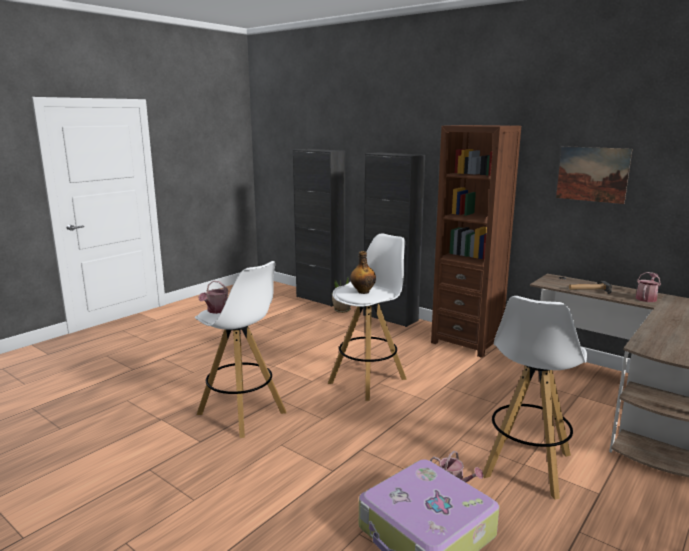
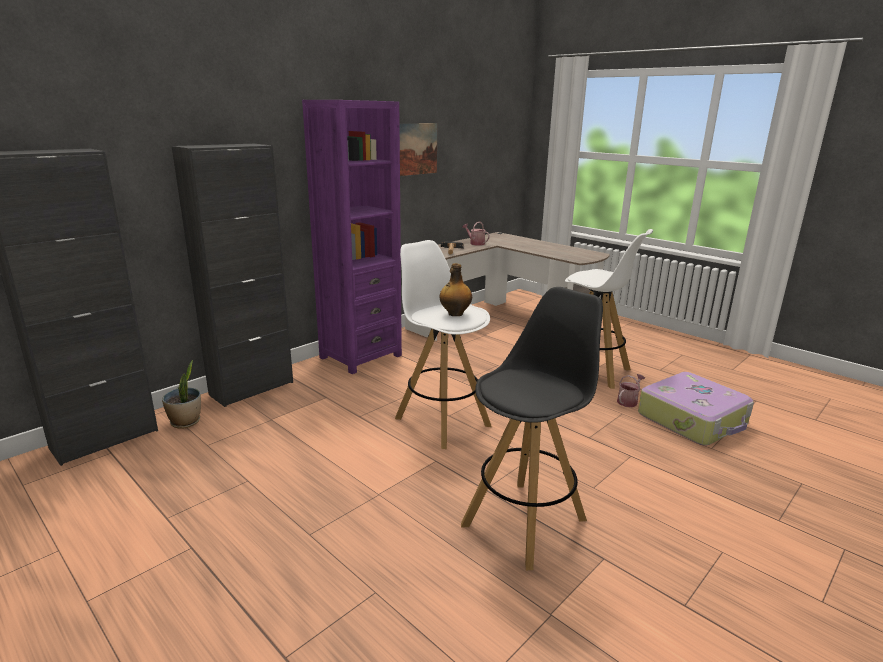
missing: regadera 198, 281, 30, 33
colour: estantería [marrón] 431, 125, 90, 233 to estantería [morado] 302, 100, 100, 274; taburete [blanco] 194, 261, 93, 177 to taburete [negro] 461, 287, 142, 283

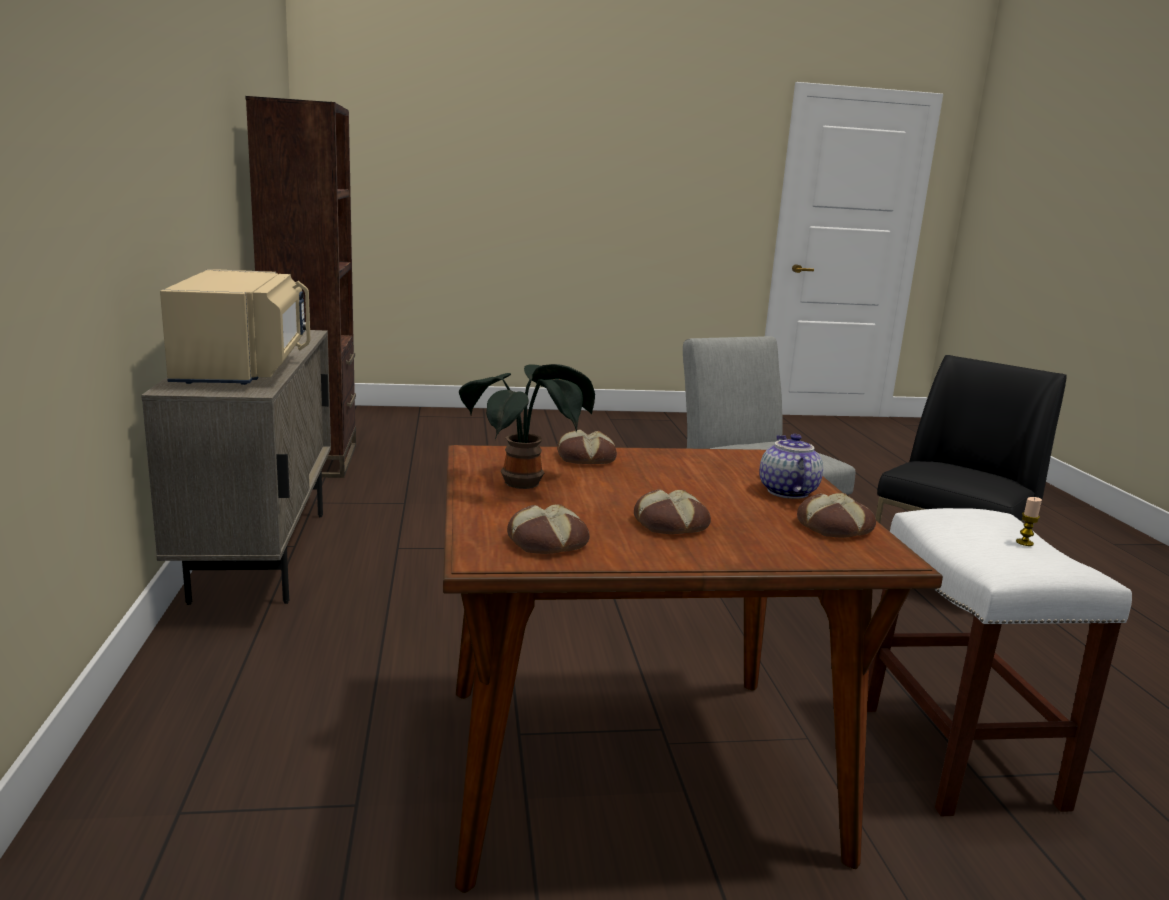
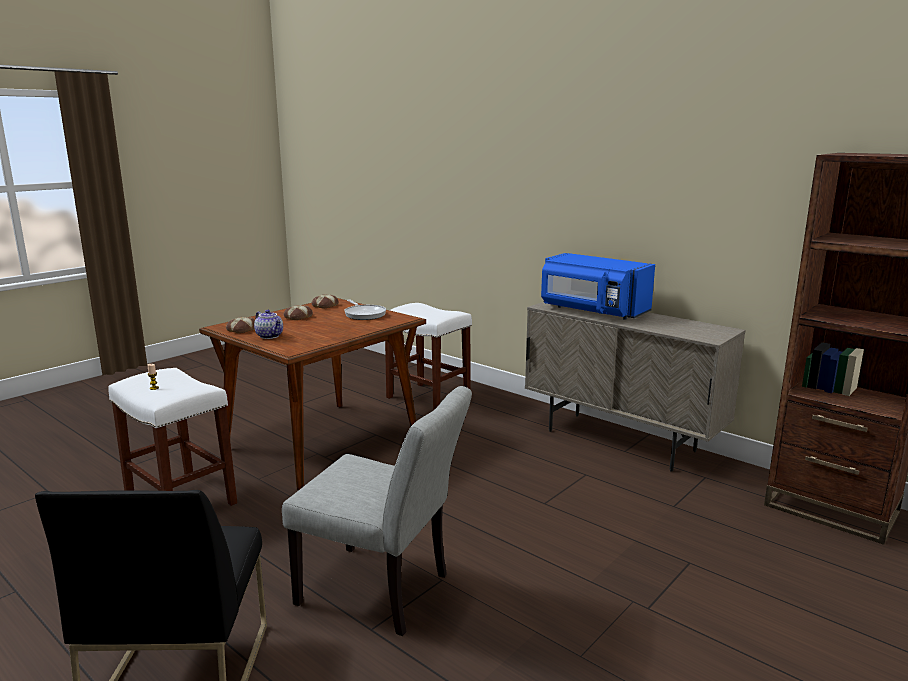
missing: pan 557, 430, 60, 34
appeared: taburete [blanco] 385, 303, 87, 107
exchanged: planta en maceta 459, 364, 136, 125 to sartén 344, 299, 42, 21
colour: microondas [beis] 160, 269, 151, 116 to microondas [azul] 541, 253, 114, 67

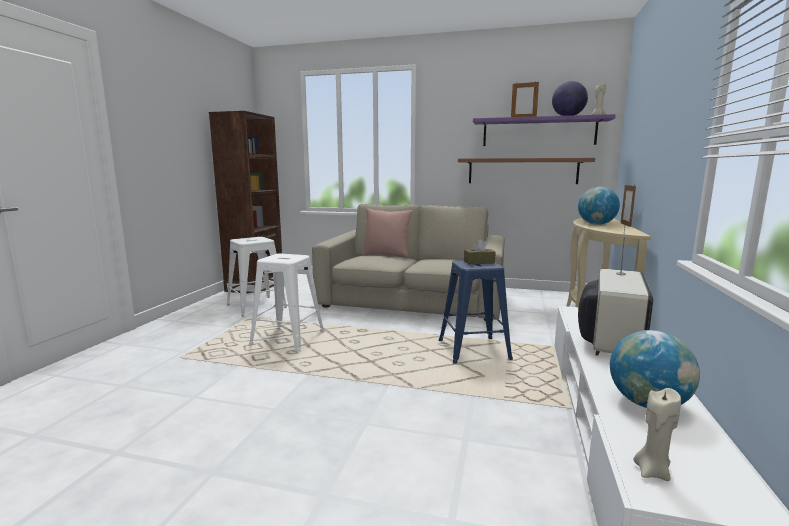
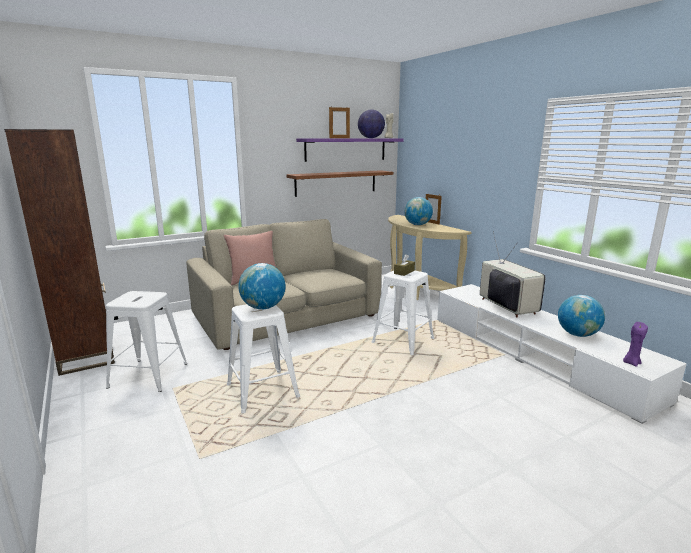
appeared: globo terráqueo 238, 263, 48, 46
colour: taburete [azul] 439, 260, 74, 104 to taburete [blanco] 372, 271, 62, 84; vela [beis] 633, 388, 48, 93 to vela [morado] 623, 322, 25, 45

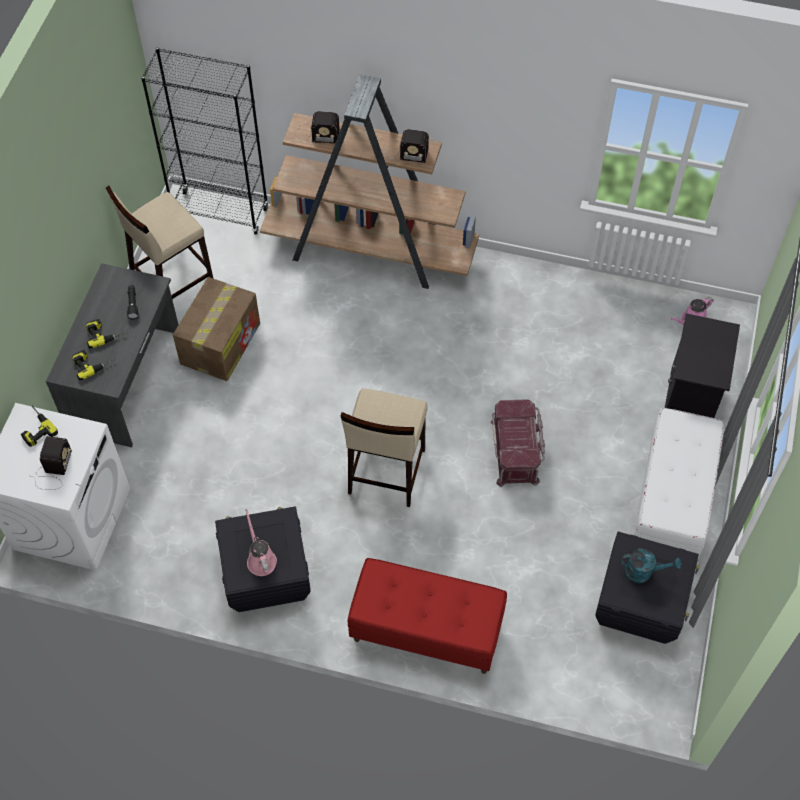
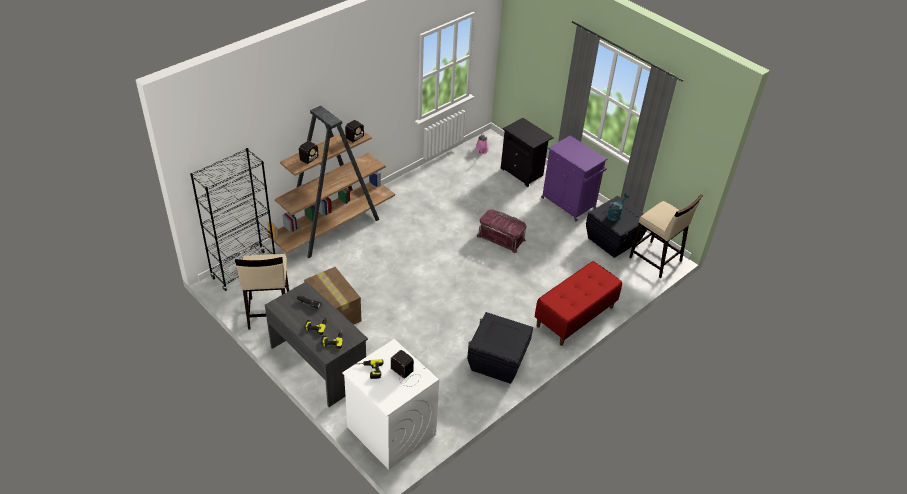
missing: regadera [rosa] 245, 509, 32, 67
relocated: taburete [beis] 341, 388, 87, 119 to 629, 194, 74, 84
exchanged: banco [blanco] 634, 408, 90, 150 to armario [morado] 541, 136, 66, 85

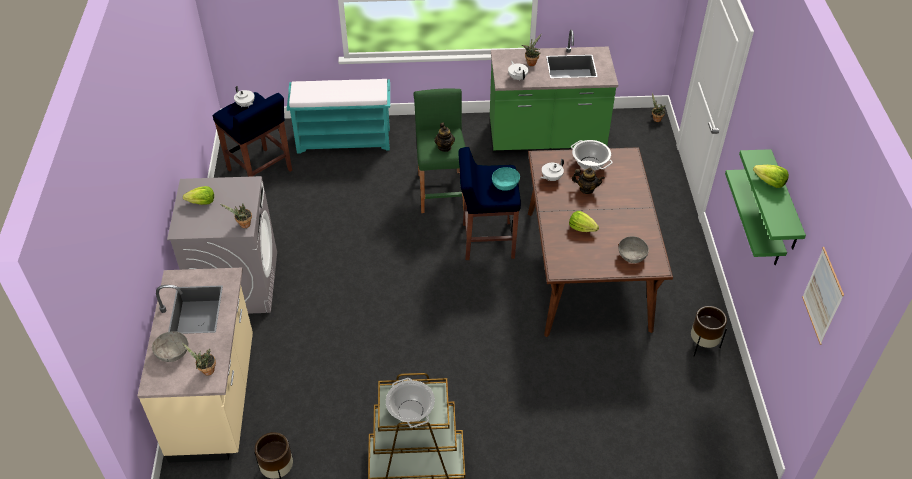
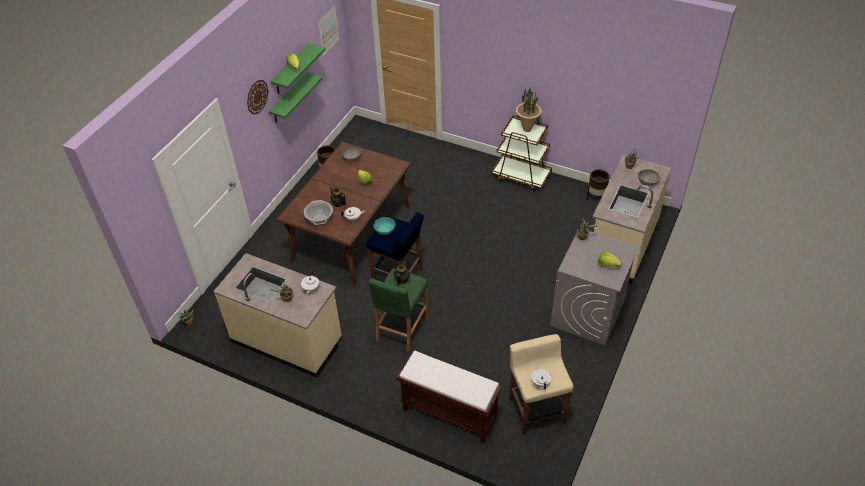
appeared: reloj de pared 247, 80, 21, 34
exchanged: olla 386, 378, 49, 50 to planta en maceta 516, 88, 26, 44
colour: mueble bajo de cocina [verde] 490, 29, 128, 124 to mueble bajo de cocina [beis] 213, 253, 129, 125; banco [turquesa] 287, 79, 103, 75 to banco [marrón] 396, 351, 106, 92; taburete [azul] 213, 92, 79, 85 to taburete [beis] 509, 334, 64, 100

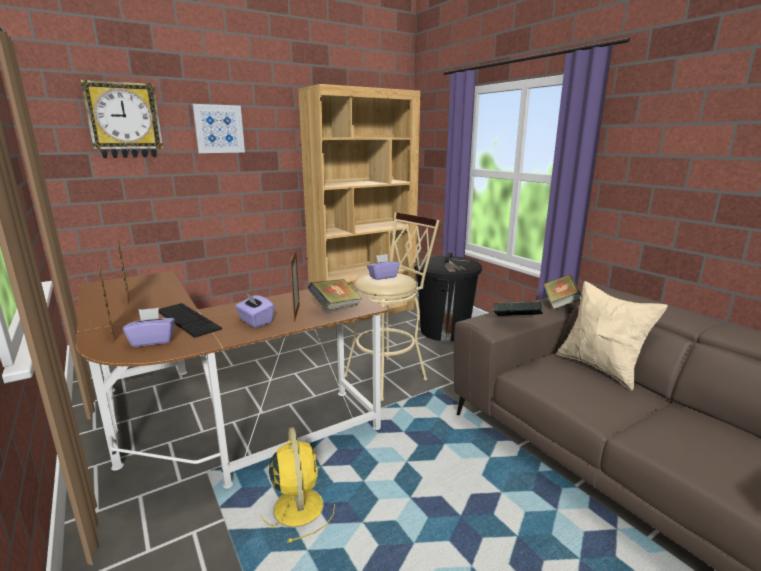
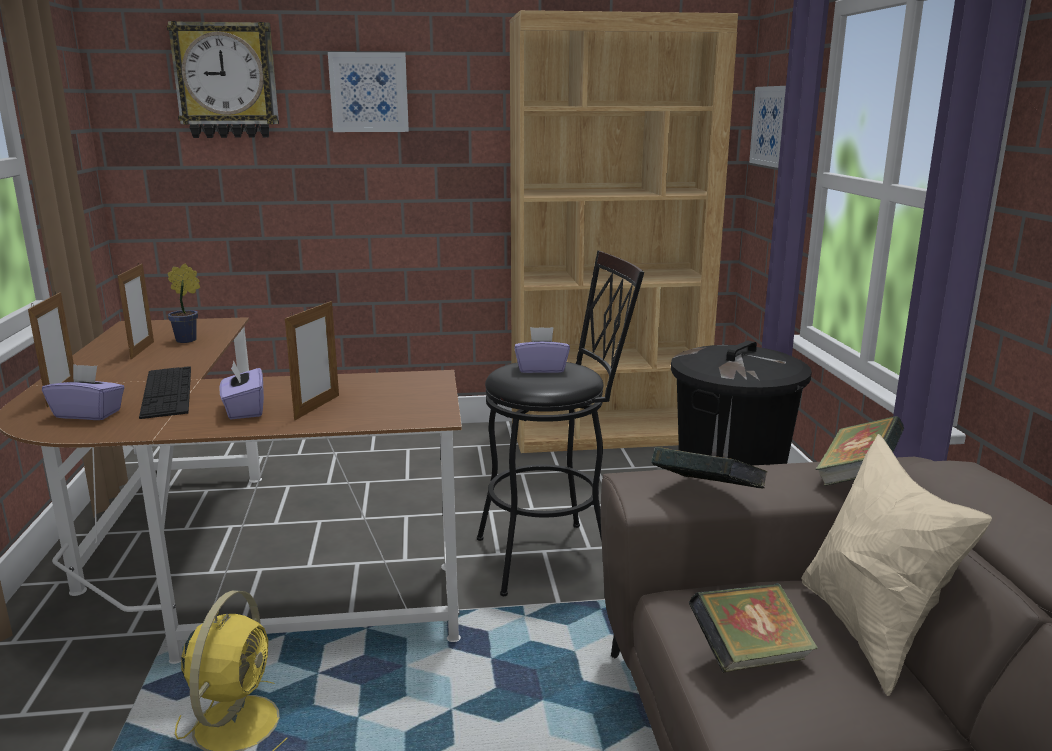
appeared: planta en maceta 167, 264, 33, 79; cuadro 749, 86, 37, 82
relocated: libro 308, 279, 54, 31 to 689, 583, 129, 89
colour: taburete [beis] 345, 212, 95, 189 to taburete [negro] 477, 251, 167, 345

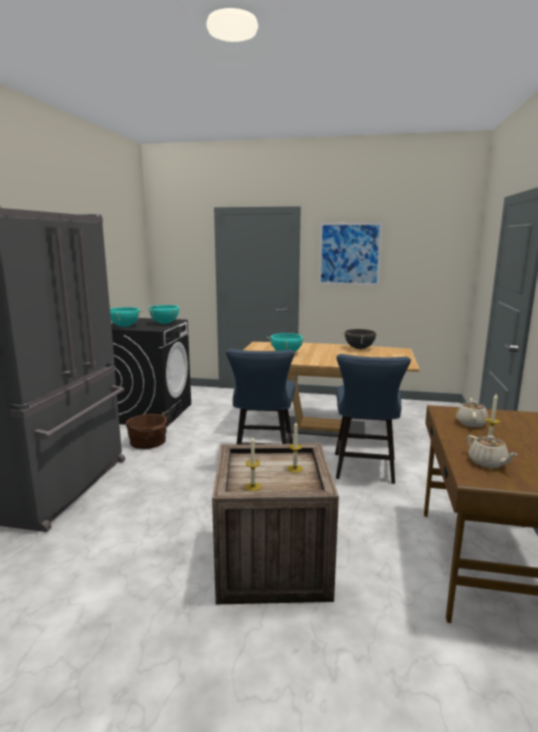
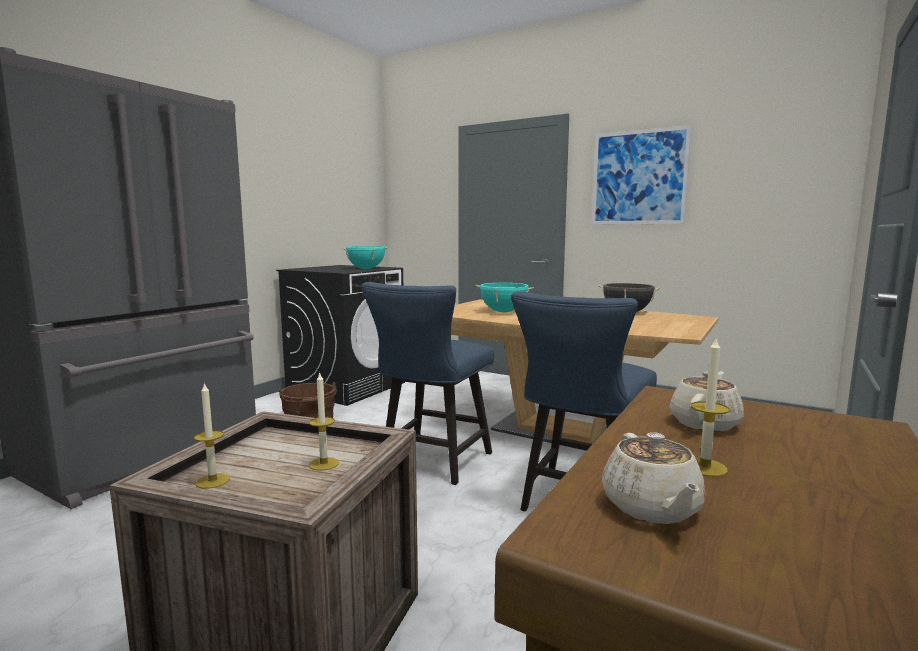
missing: olla [turquesa] 110, 307, 33, 20

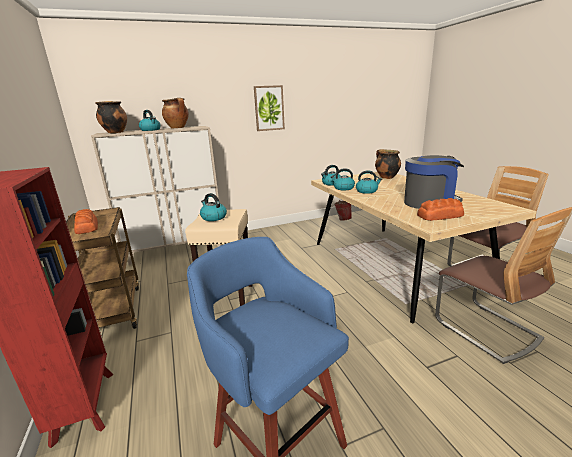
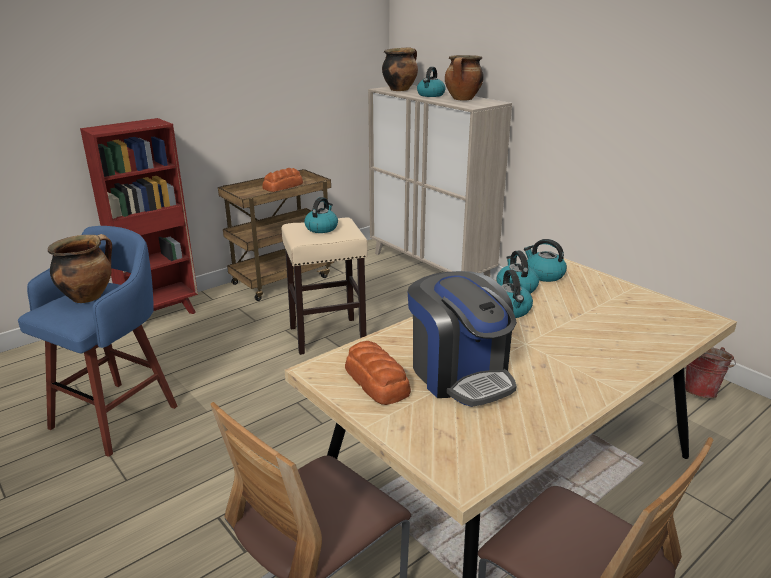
missing: cuadro 254, 85, 31, 46
relocated: olla 375, 149, 26, 30 to 48, 234, 64, 69

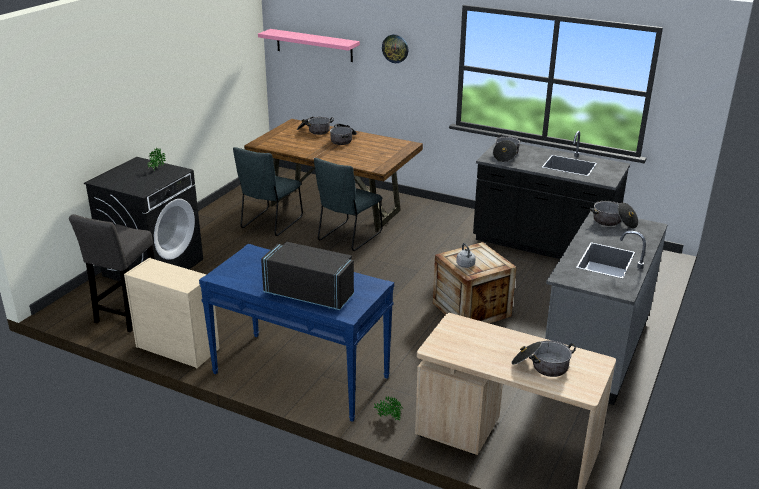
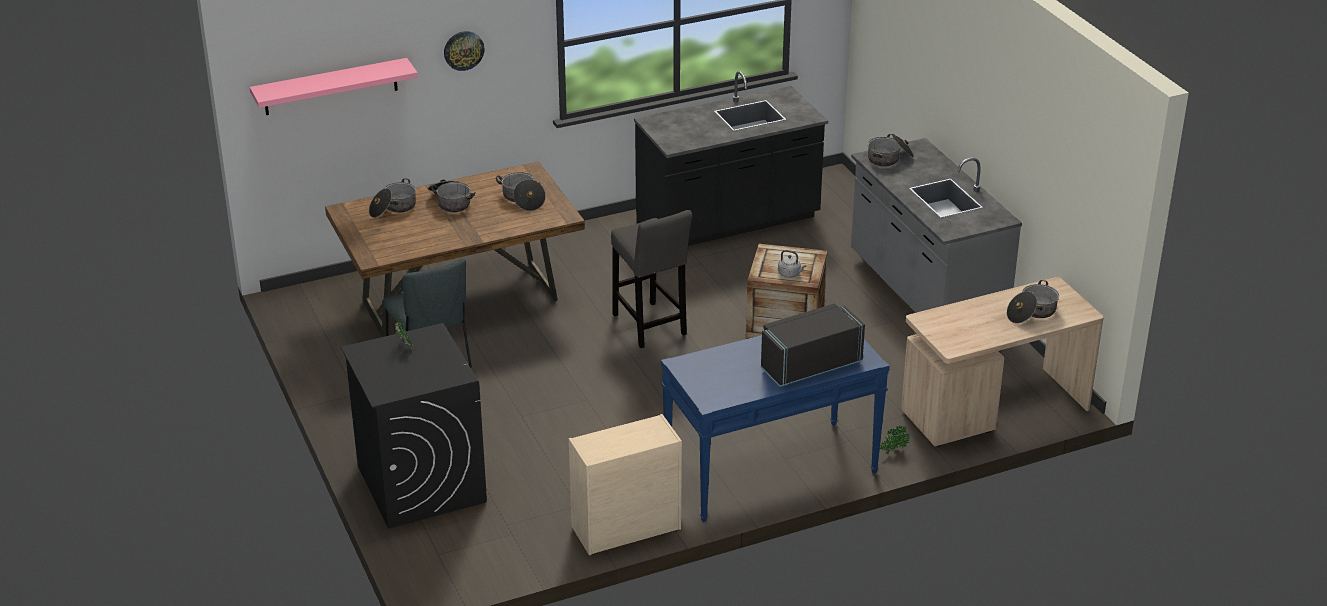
missing: silla [gris] 314, 158, 69, 93
relocated: olla 493, 135, 27, 27 to 496, 172, 50, 39; taburete [gris] 69, 214, 86, 118 to 611, 210, 82, 138

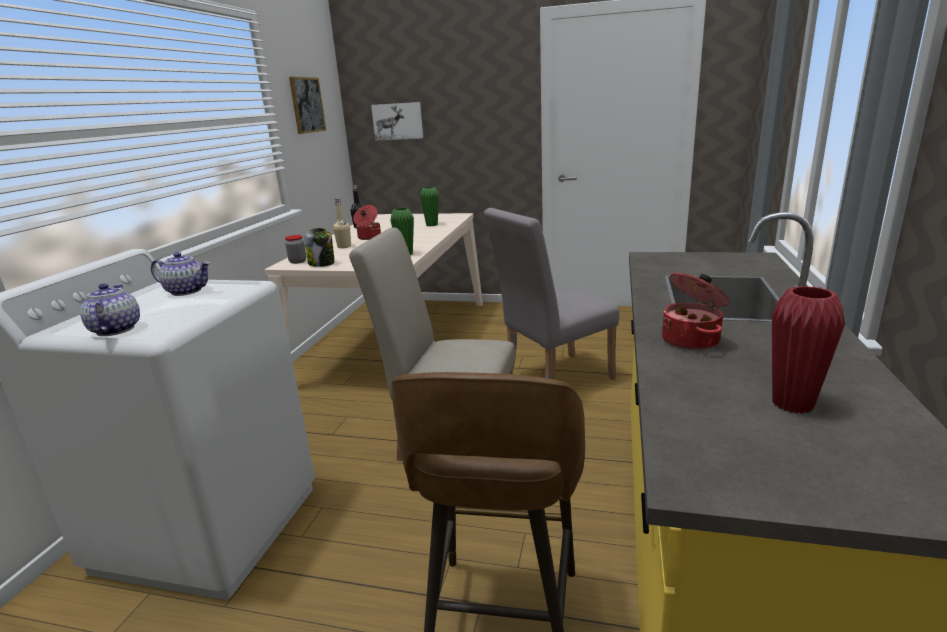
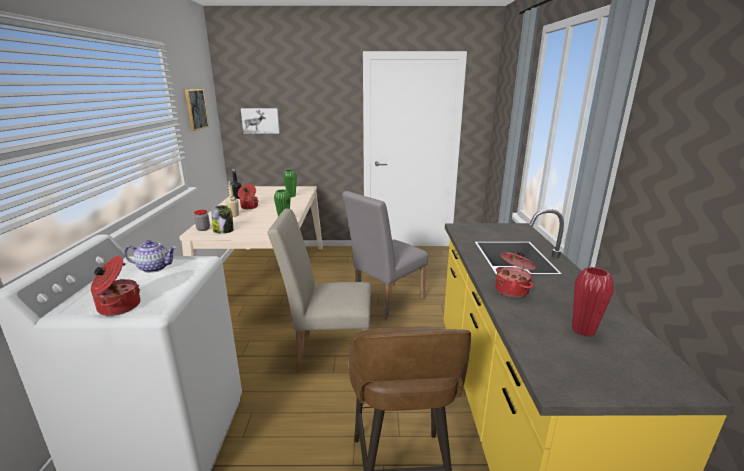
exchanged: tetera 80, 283, 60, 53 to olla 91, 256, 49, 60

